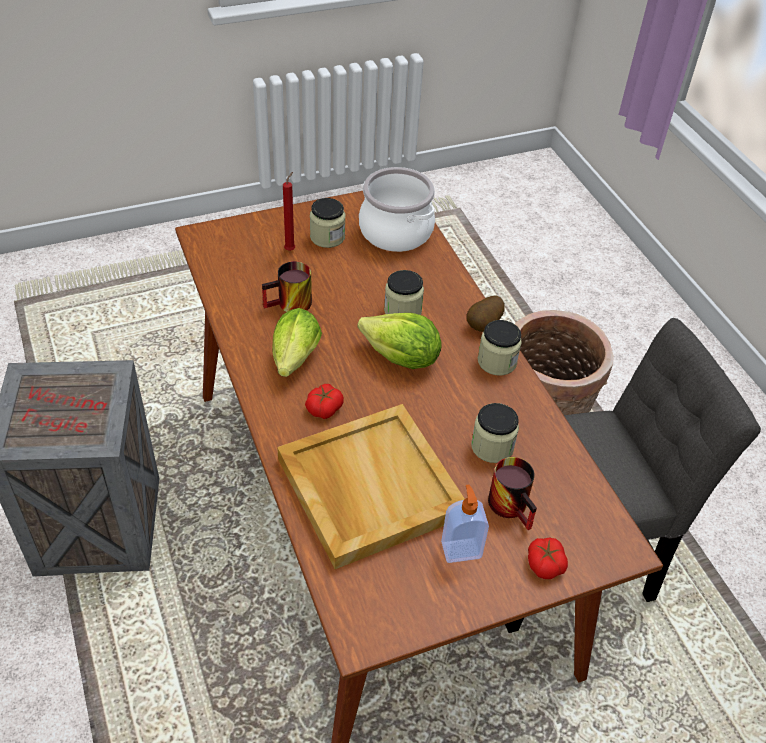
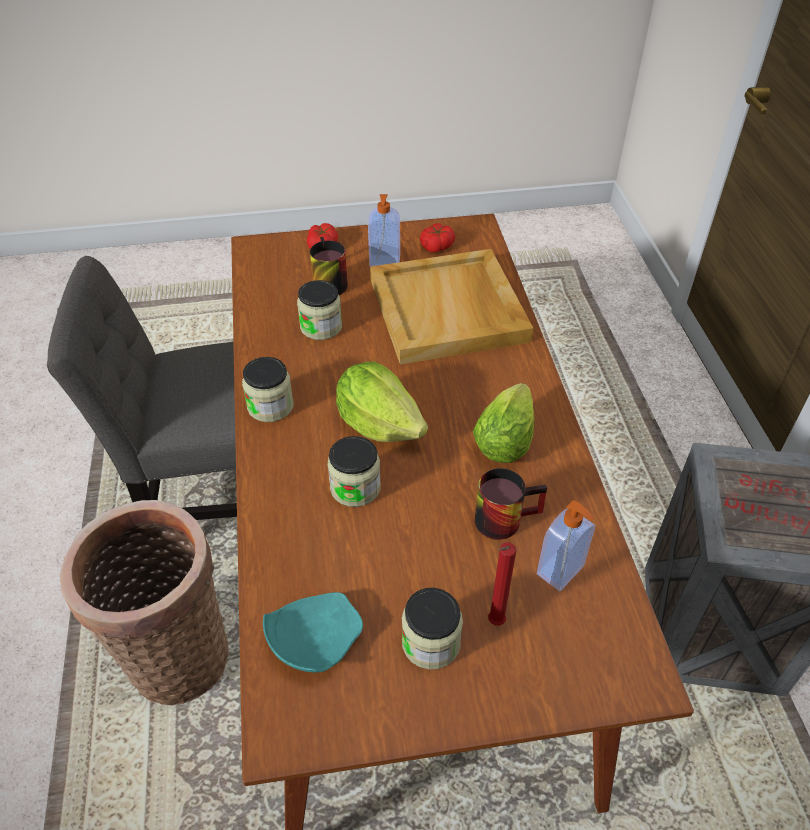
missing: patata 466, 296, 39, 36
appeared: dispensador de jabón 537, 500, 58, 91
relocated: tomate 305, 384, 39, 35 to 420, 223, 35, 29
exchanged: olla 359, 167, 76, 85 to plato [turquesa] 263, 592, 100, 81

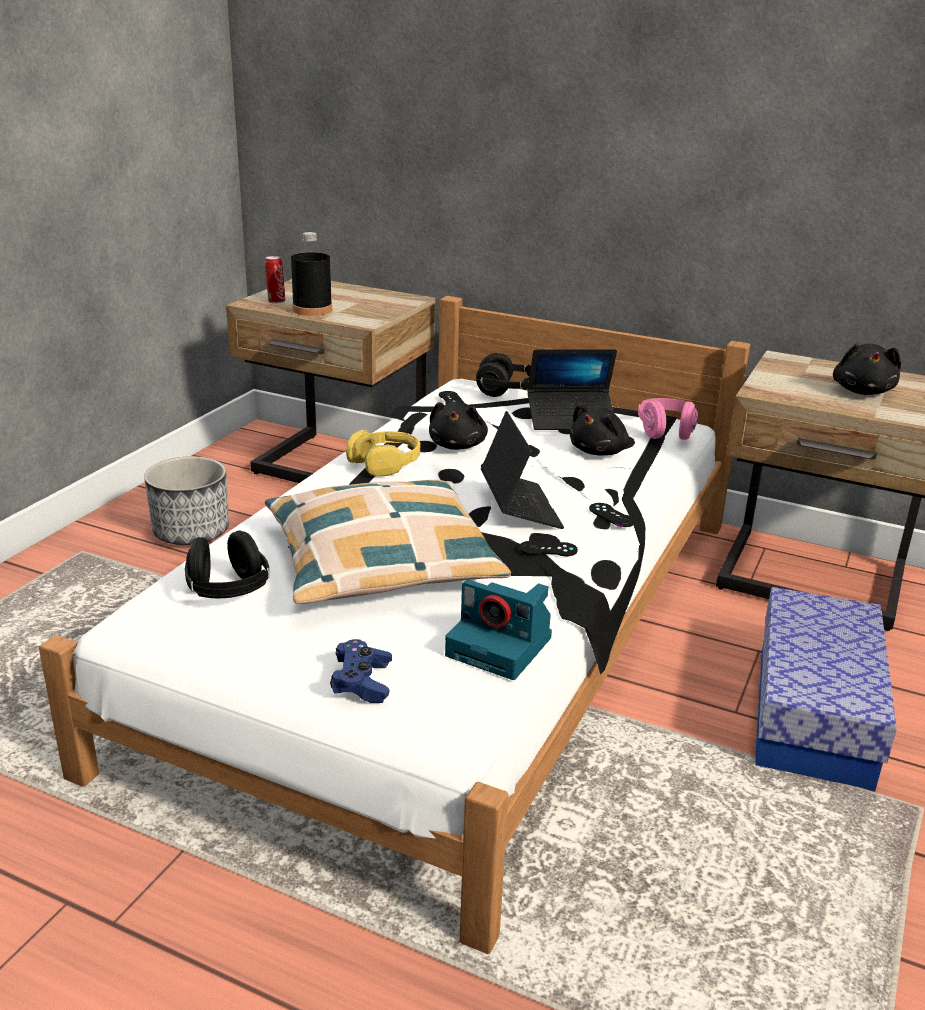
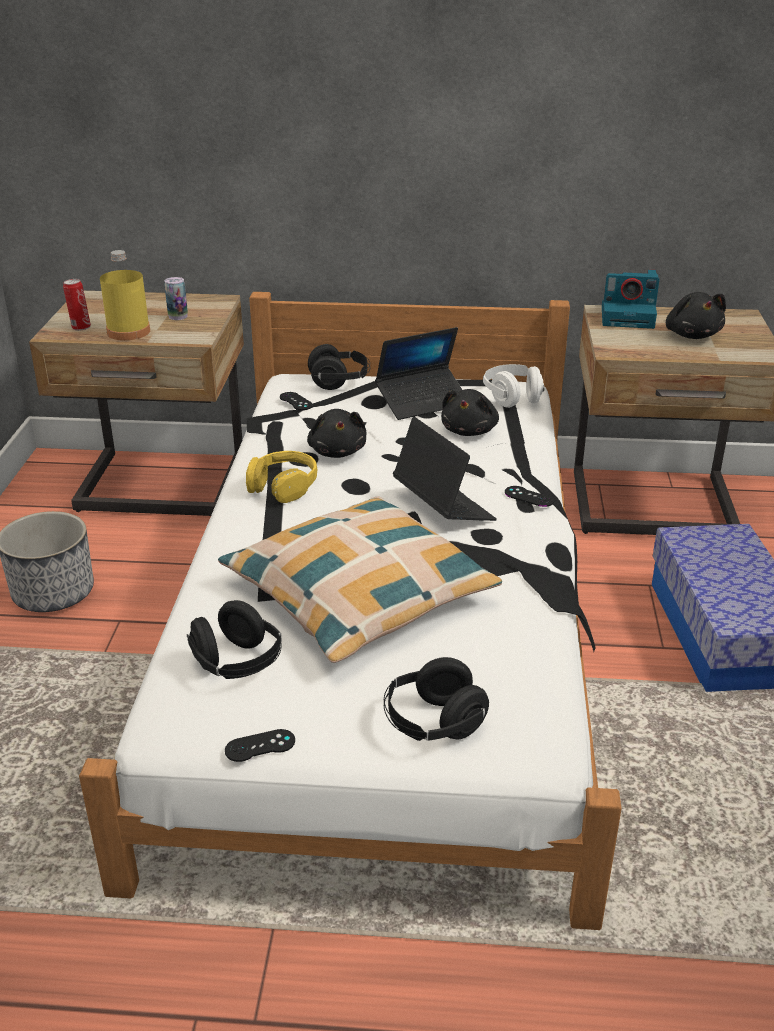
appeared: lata 164, 277, 24, 43
relocated: mando de consola [negro] 519, 541, 59, 15 to 225, 729, 70, 33; cámara 445, 580, 107, 100 to 602, 270, 57, 59
exchanged: mando de consola [azul] 330, 639, 62, 64 to auriculares [negro] 384, 657, 105, 84
colour: botella [negro] 291, 232, 41, 84 to botella [amarillo] 100, 250, 50, 90; auriculares [rosa] 638, 398, 60, 42 to auriculares [blanco] 483, 364, 61, 44

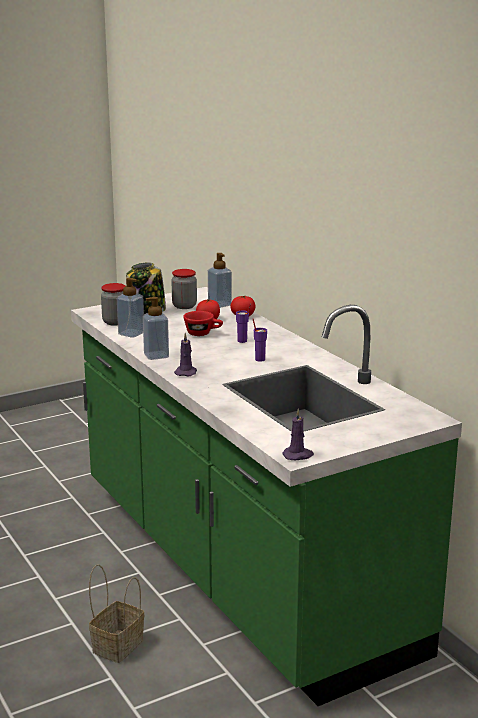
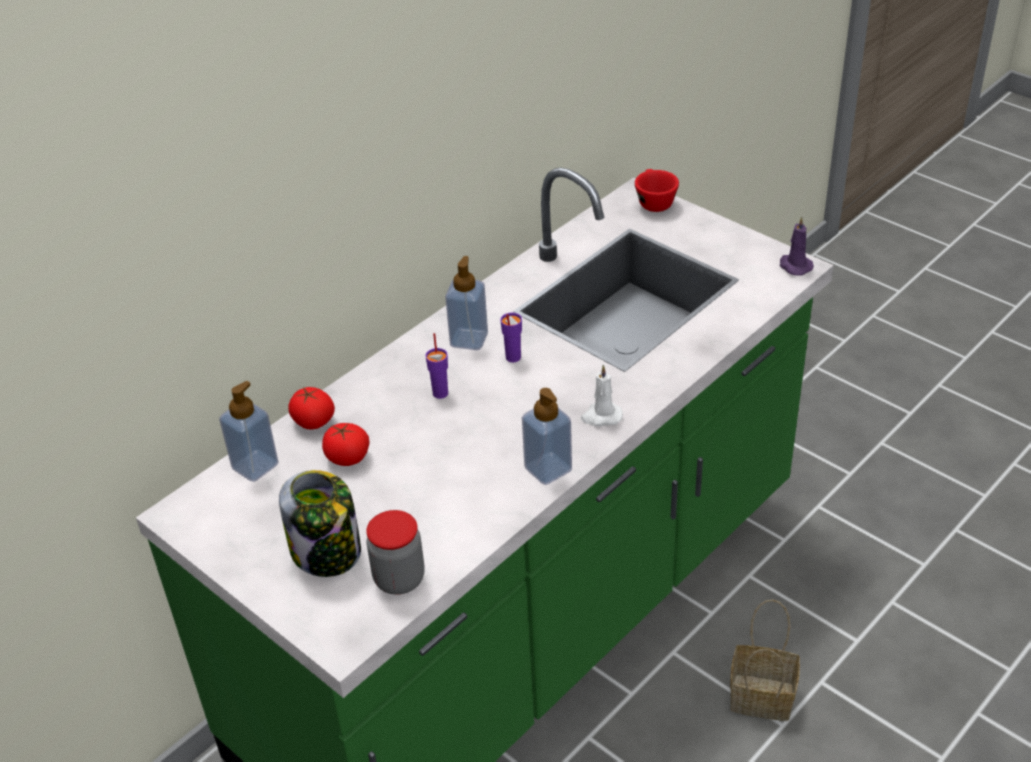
missing: tarro 171, 269, 26, 40
relocated: dispensador de jabón 117, 278, 27, 60 to 445, 256, 43, 94; taza [rojo] 183, 311, 40, 25 to 635, 169, 44, 43
colour: vela [morado] 174, 333, 23, 44 to vela [blanco] 581, 365, 42, 62

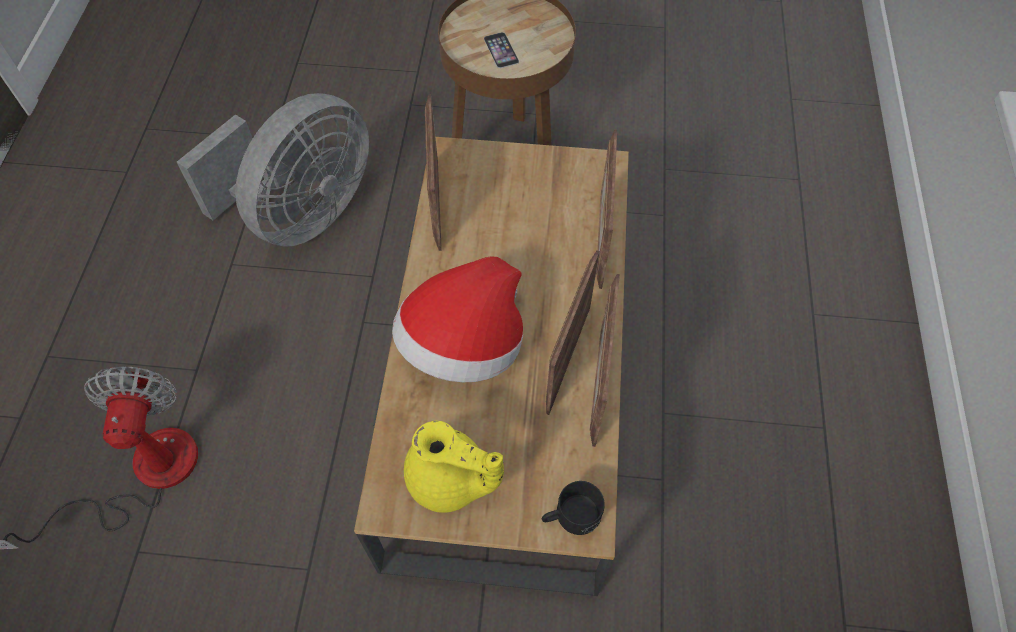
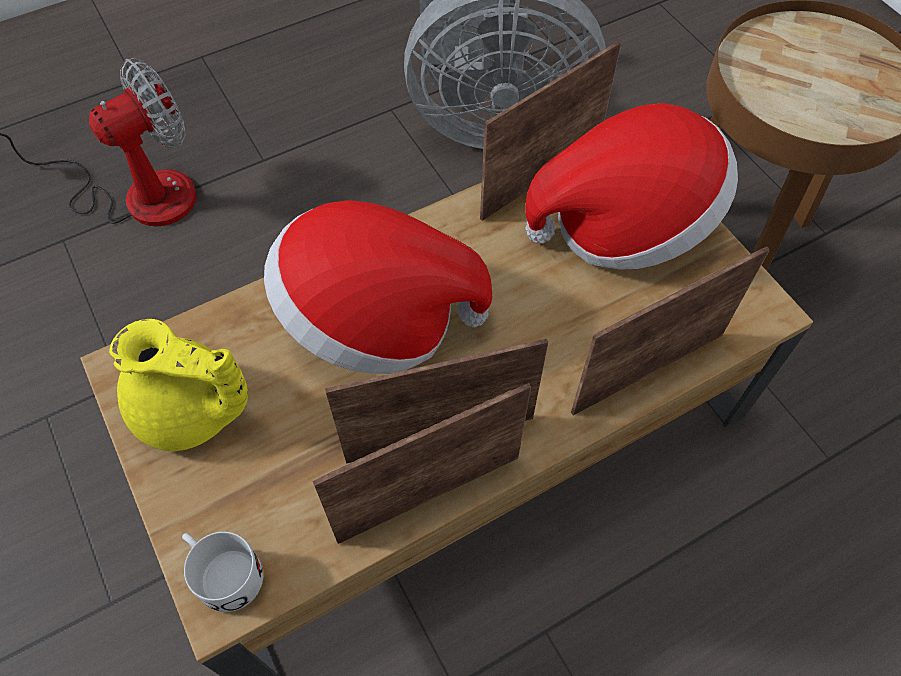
missing: móvil 484, 32, 35, 36
appeared: sombrero 525, 103, 213, 167
colour: taza grande [negro] 542, 481, 63, 54 to taza grande [blanco] 182, 532, 82, 80
spun: tetera [amarillo] 404, 421, 100, 92 = 109, 319, 139, 132 60 degrees counterclockwise

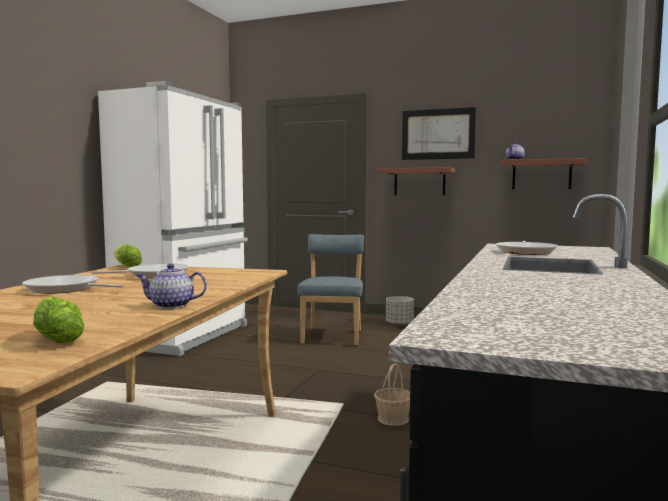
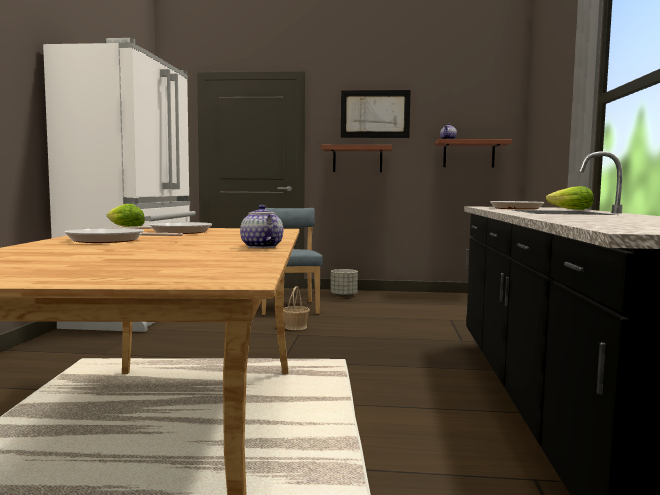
relocated: cesta 374, 363, 36, 63 to 284, 286, 26, 44; lechuga 33, 296, 52, 48 to 546, 186, 48, 24
spun: tetera 136, 264, 71, 45 = 240, 205, 43, 43 75 degrees clockwise

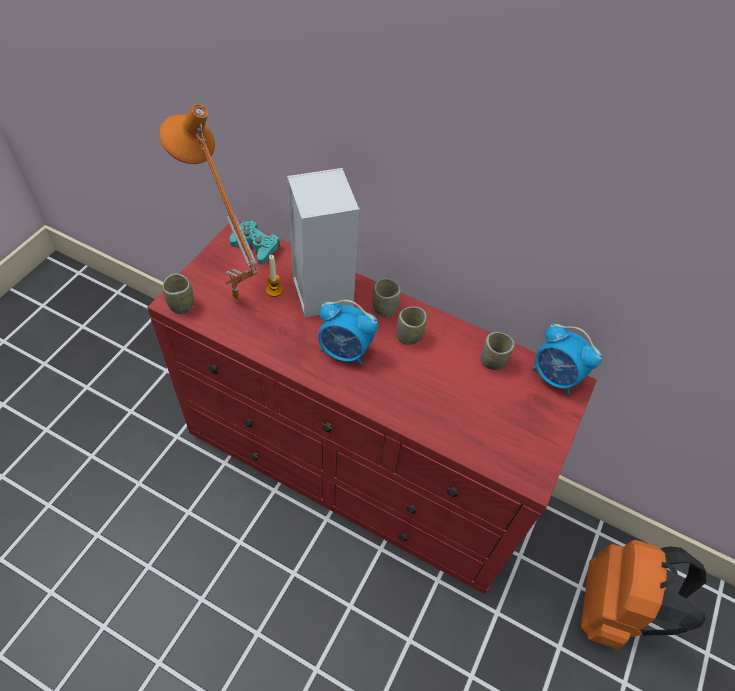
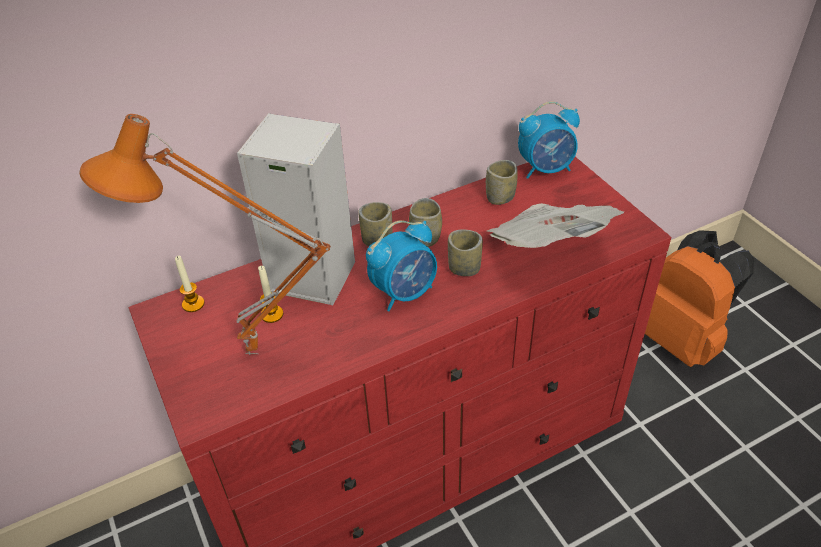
appeared: periódico 487, 203, 137, 45
relocated: taza 163, 273, 31, 41 to 448, 229, 35, 47
exchanged: mando de consola [turquesa] 229, 221, 51, 44 to vela 175, 256, 30, 56

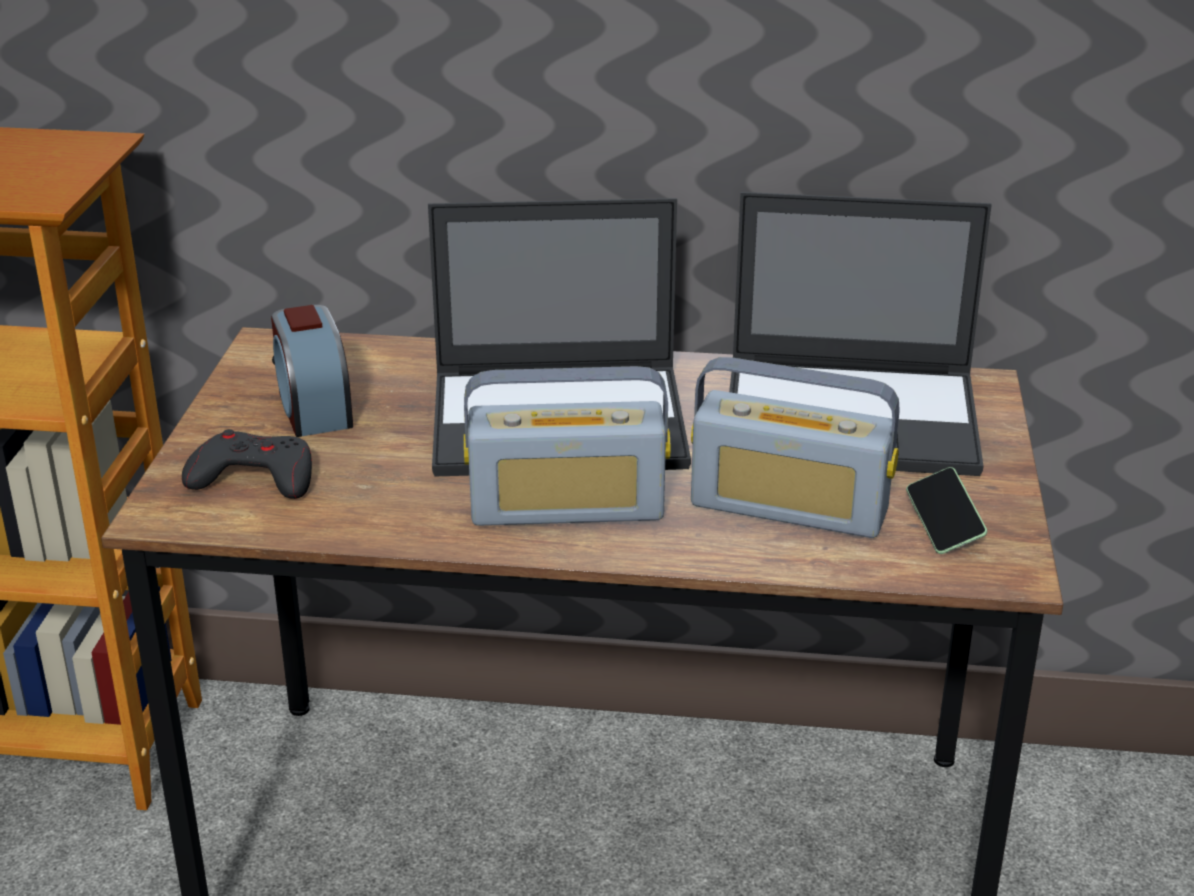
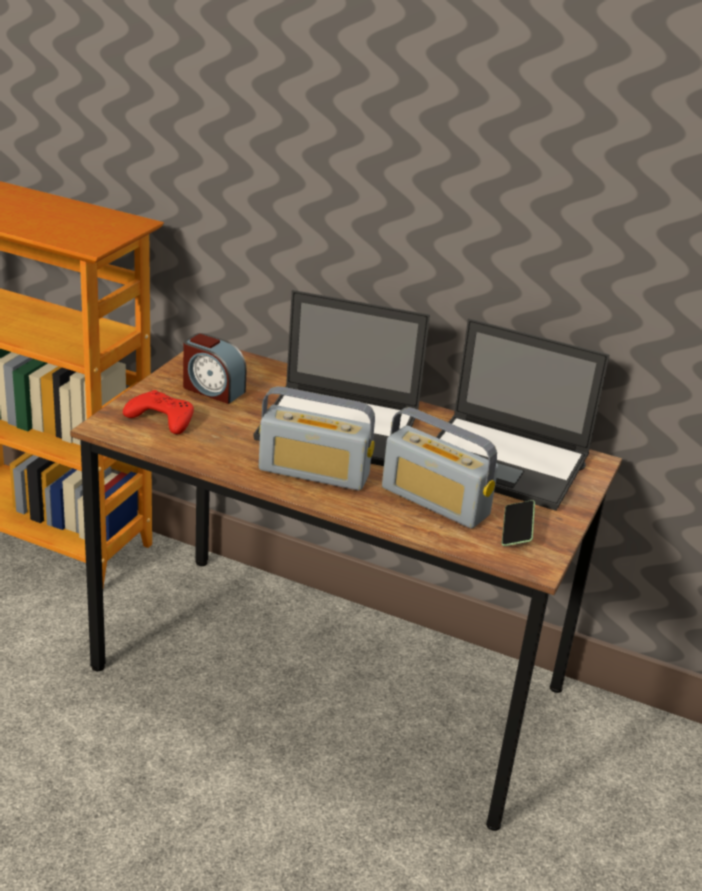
colour: mando de consola [gris] 182, 429, 130, 70 to mando de consola [rojo] 123, 390, 71, 44
spun: despertador 271, 305, 82, 132 = 183, 333, 64, 71 60 degrees counterclockwise

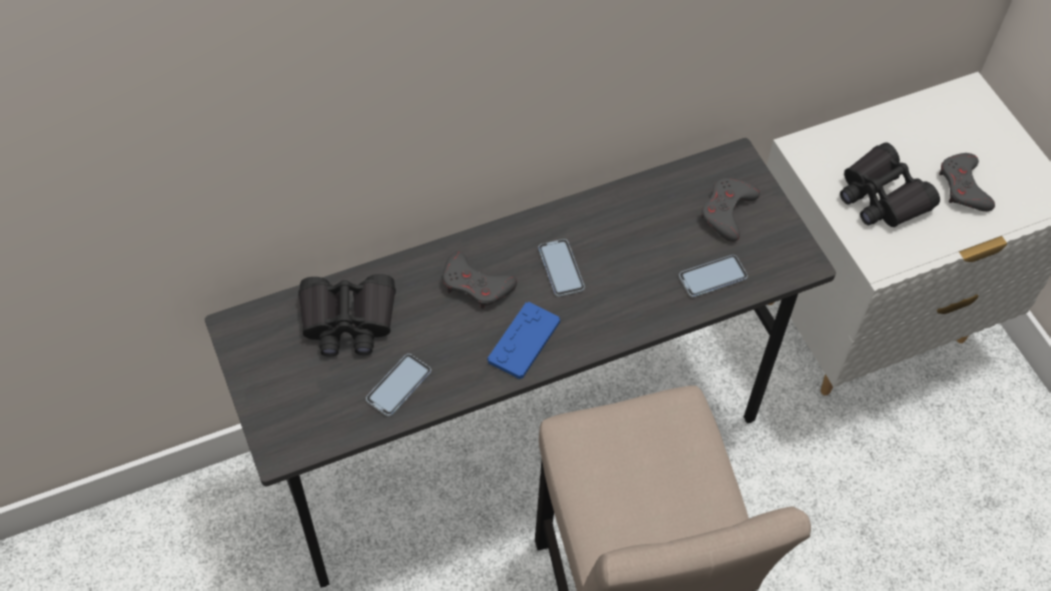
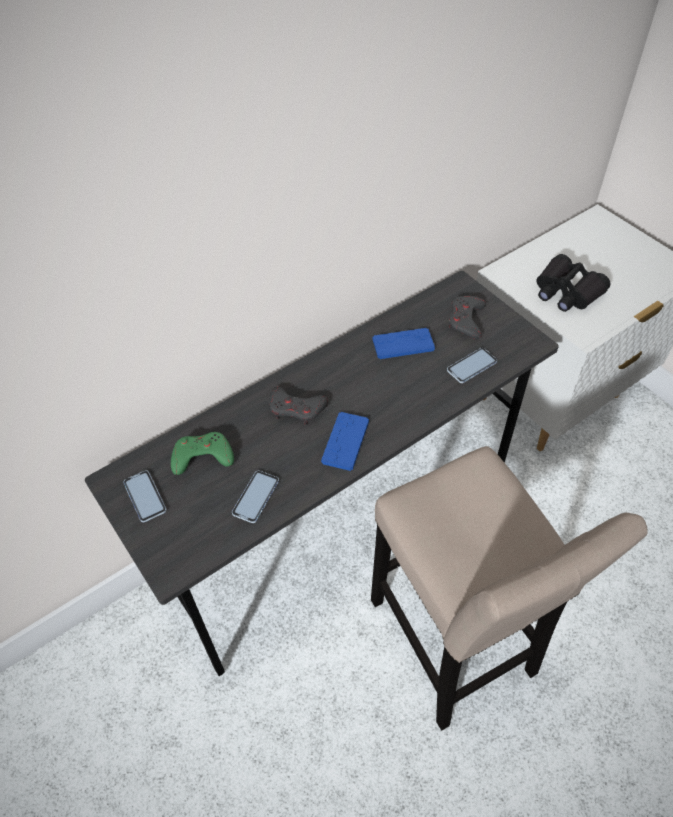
missing: mando de consola [gris] 939, 153, 56, 59
appeared: mando de consola [azul] 373, 328, 62, 31
relocated: móvil 538, 239, 47, 58 to 123, 470, 44, 52
exchanged: prismáticos [negro] 298, 274, 98, 83 to mando de consola [verde] 171, 432, 63, 43

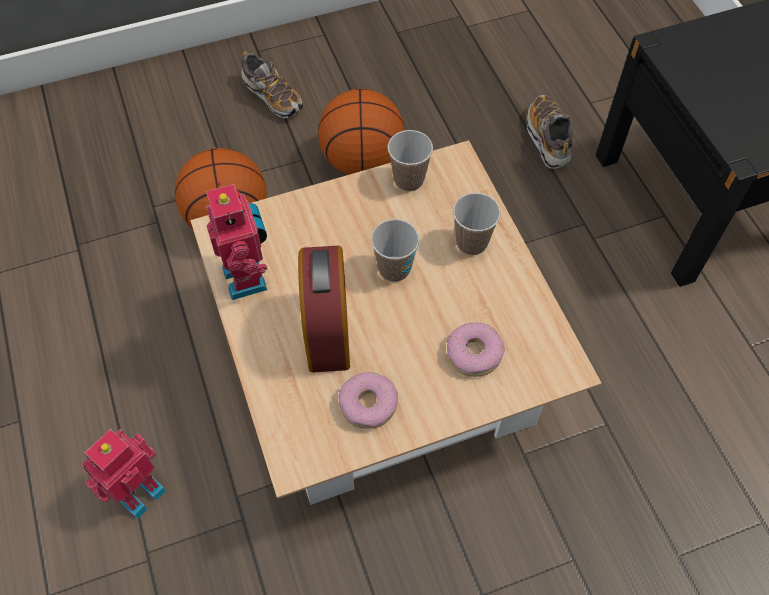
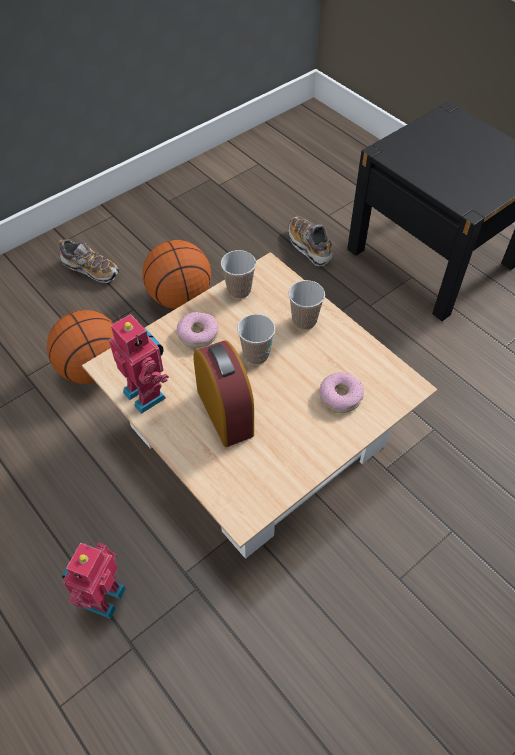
relocated: rosquilla 338, 372, 60, 57 to 177, 312, 41, 36

